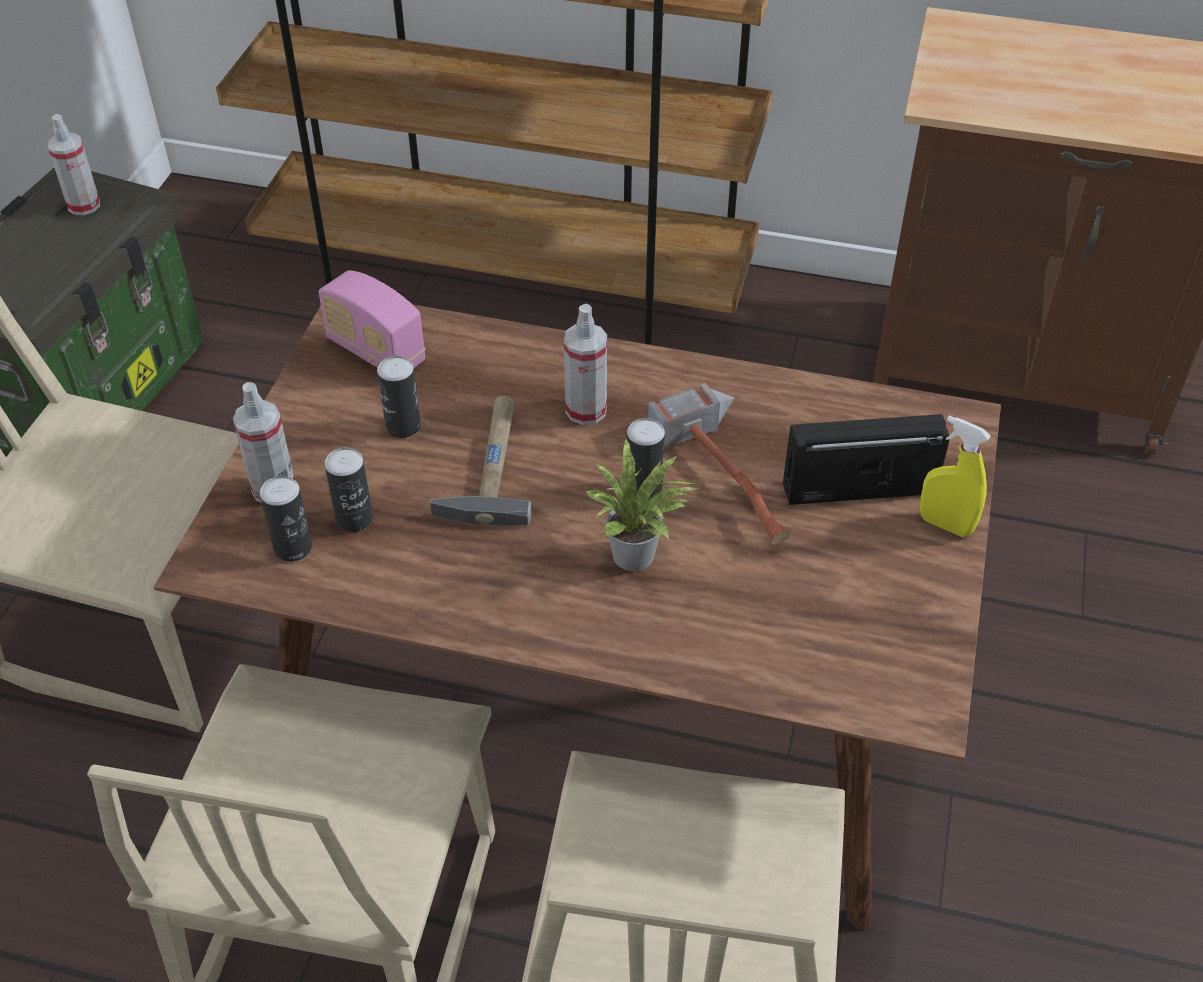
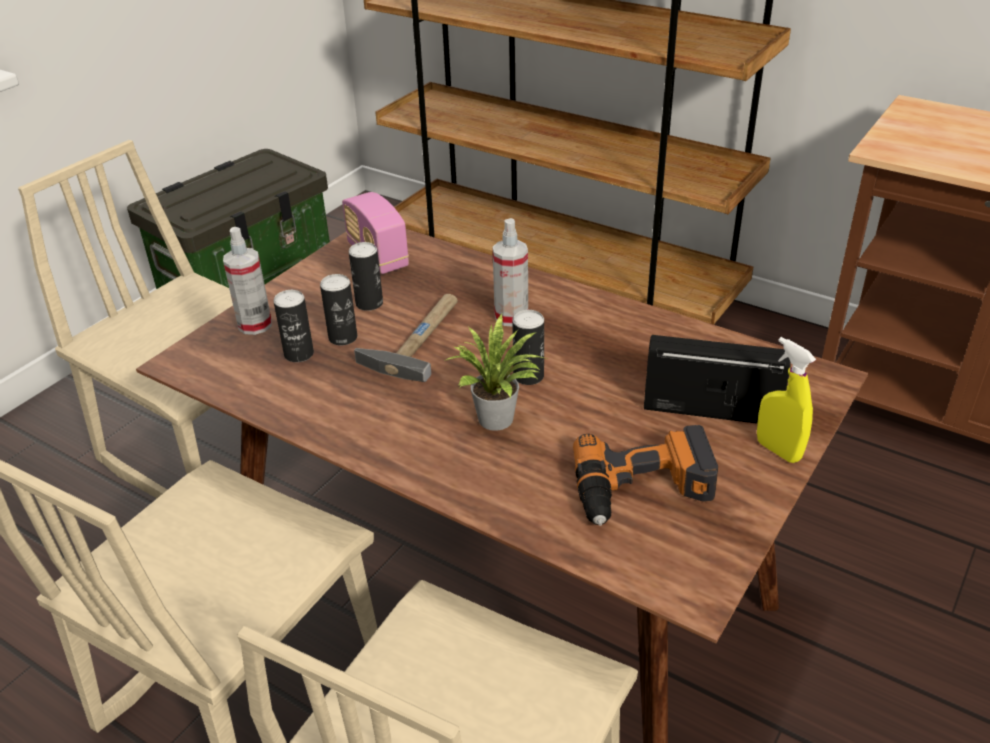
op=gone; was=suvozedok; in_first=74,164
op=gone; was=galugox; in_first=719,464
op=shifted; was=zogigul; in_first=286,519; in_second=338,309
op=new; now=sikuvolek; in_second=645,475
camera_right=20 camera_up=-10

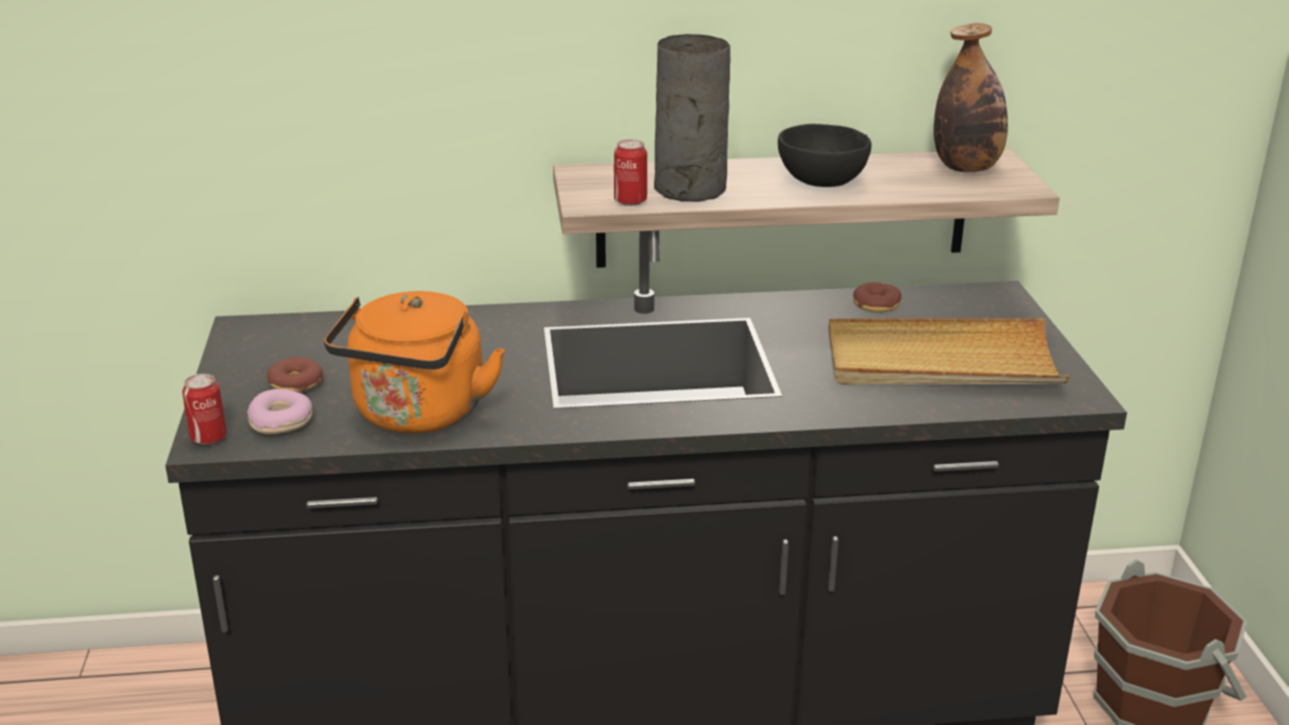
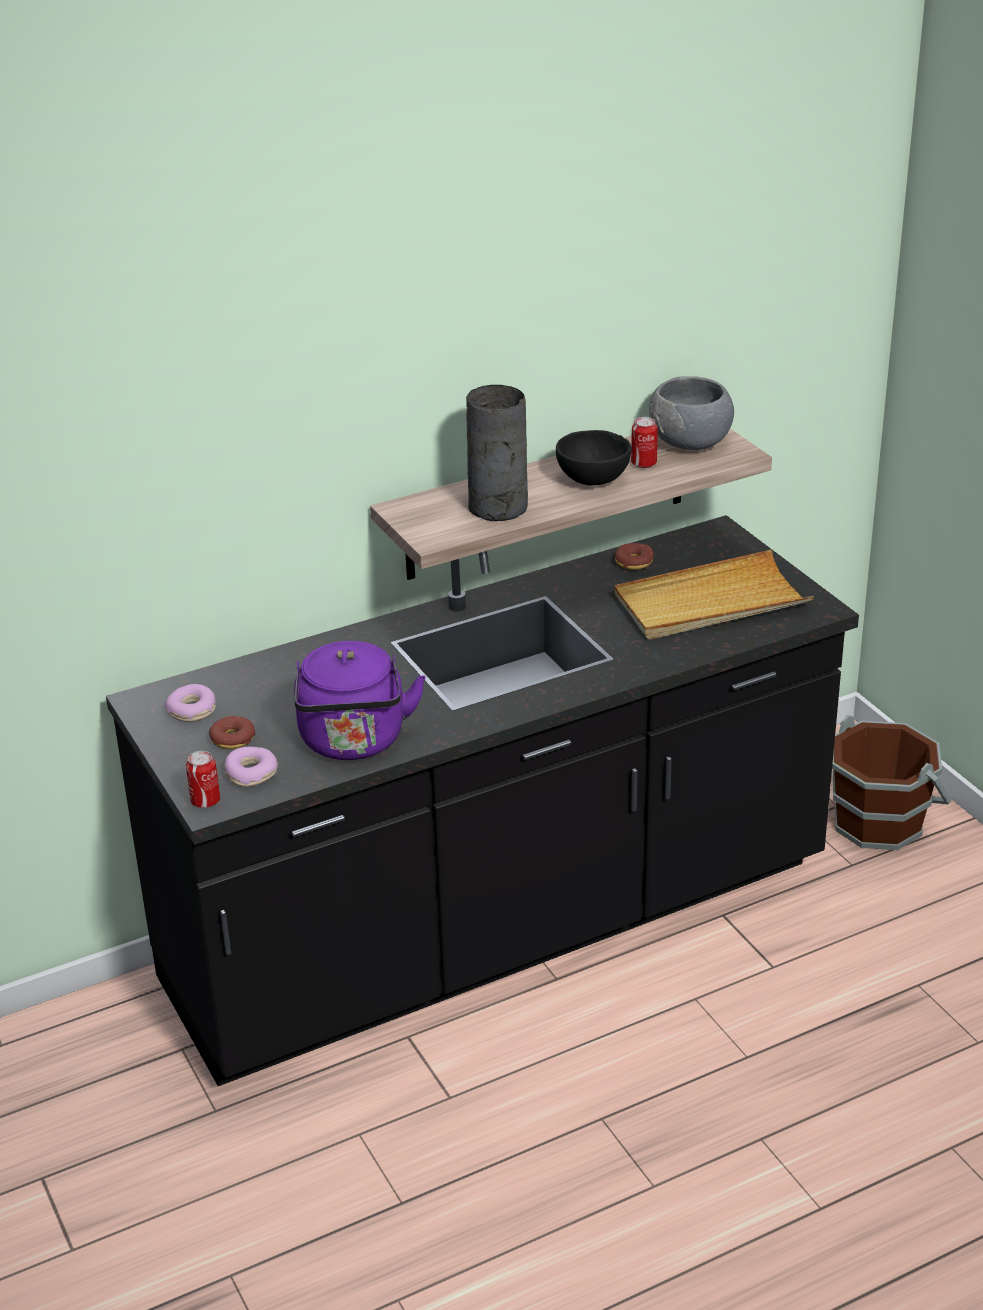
op=swapped; was=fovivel; now=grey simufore; in_first=971,97; in_second=691,413
op=shifted; was=zogigul; in_first=630,172; in_second=644,442
op=repainted; was=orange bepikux; now=purple bepikux; in_first=414,362; in_second=360,700
op=new; now=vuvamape; in_second=190,703
camera_right=-20 camera_up=5

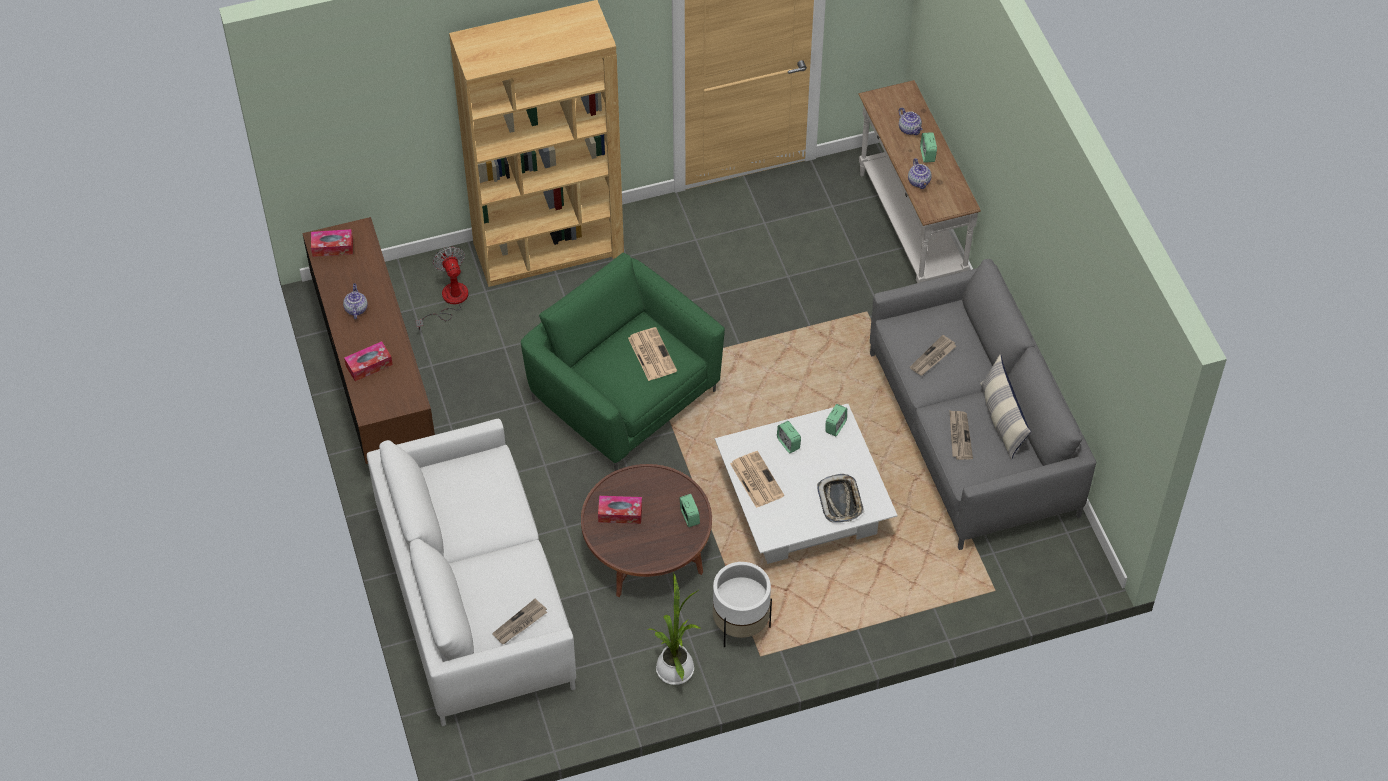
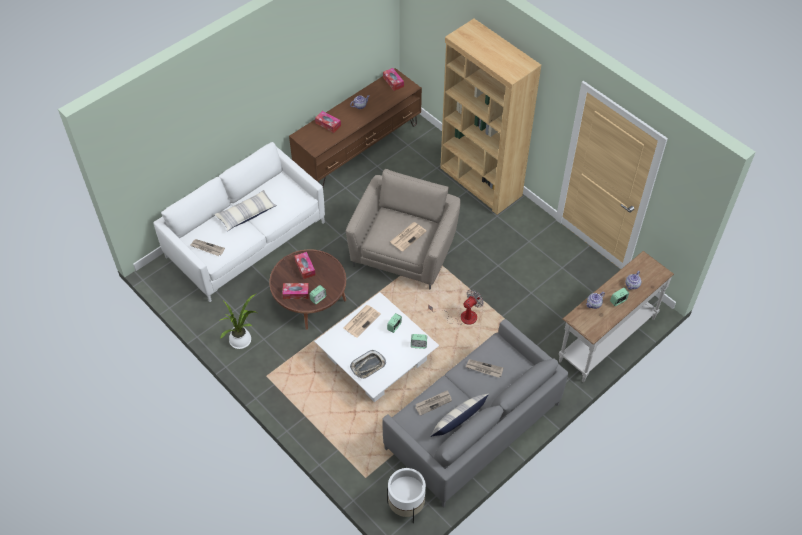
op=shifted; was=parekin; in_first=442,288; in_second=456,307
op=repainted; was=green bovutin; now=beige bovutin; in_first=623,362; in_second=403,229
op=shifted; was=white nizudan; in_first=742,605; in_second=406,495
op=new; now=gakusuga; in_second=245,210
op=new; now=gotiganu; in_second=296,291
camera_right=65 camera_up=0

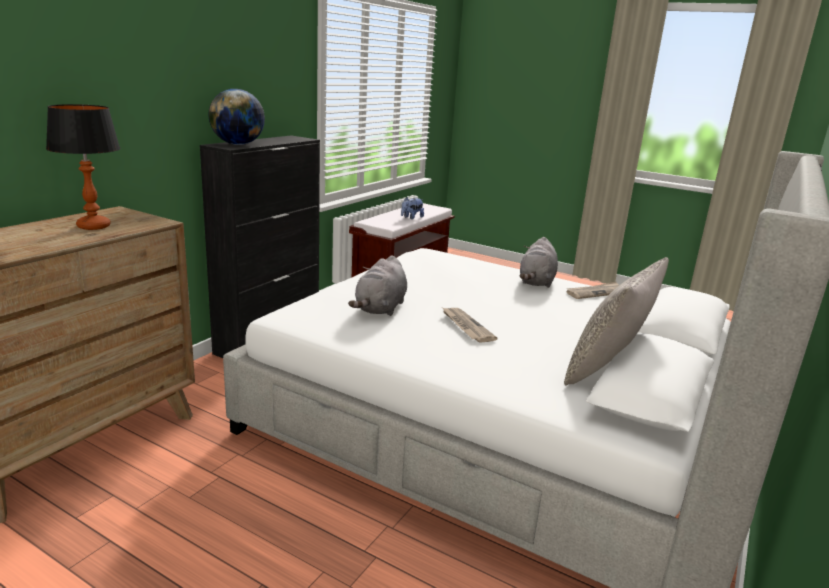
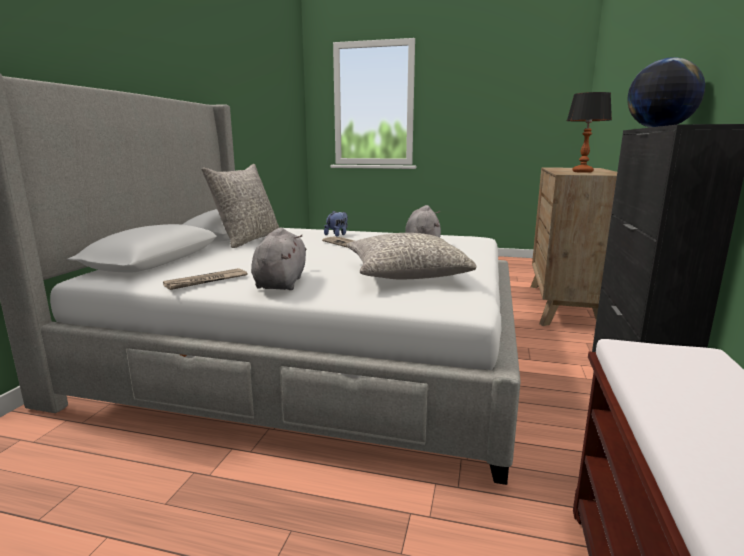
op=shifted; was=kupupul; in_first=412,208; in_second=336,224
op=new; now=grey gakusuga; in_second=411,256
camera_right=165 camera_up=-5

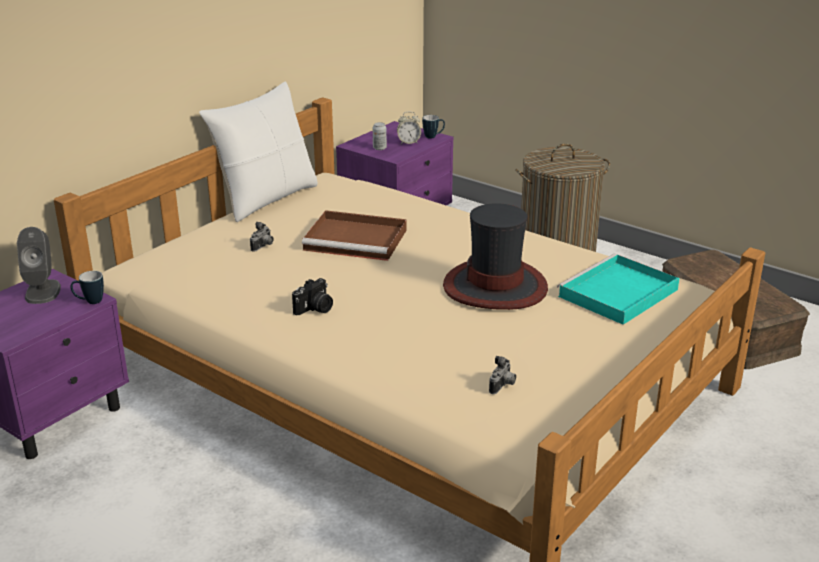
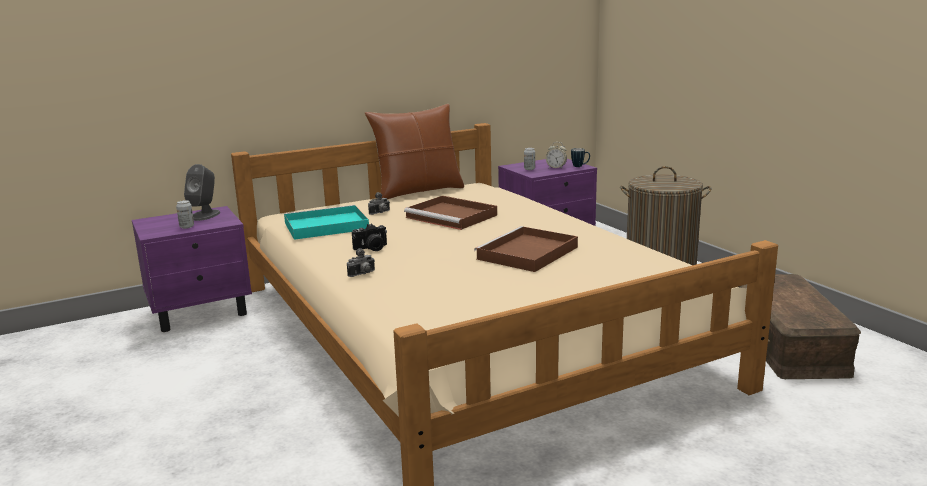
op=repainted; was=white gakusuga; now=brown gakusuga; in_first=258,151; in_second=414,151
op=swapped; was=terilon; now=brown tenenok; in_first=495,256; in_second=526,249
op=shifted; was=turquoise tenenok; in_first=618,289; in_second=326,222
op=gone; was=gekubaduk; in_first=87,287
op=shifted; was=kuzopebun; in_first=502,375; in_second=361,262
op=new; now=zogigul; in_second=185,214
camera_right=25 camera_up=-10

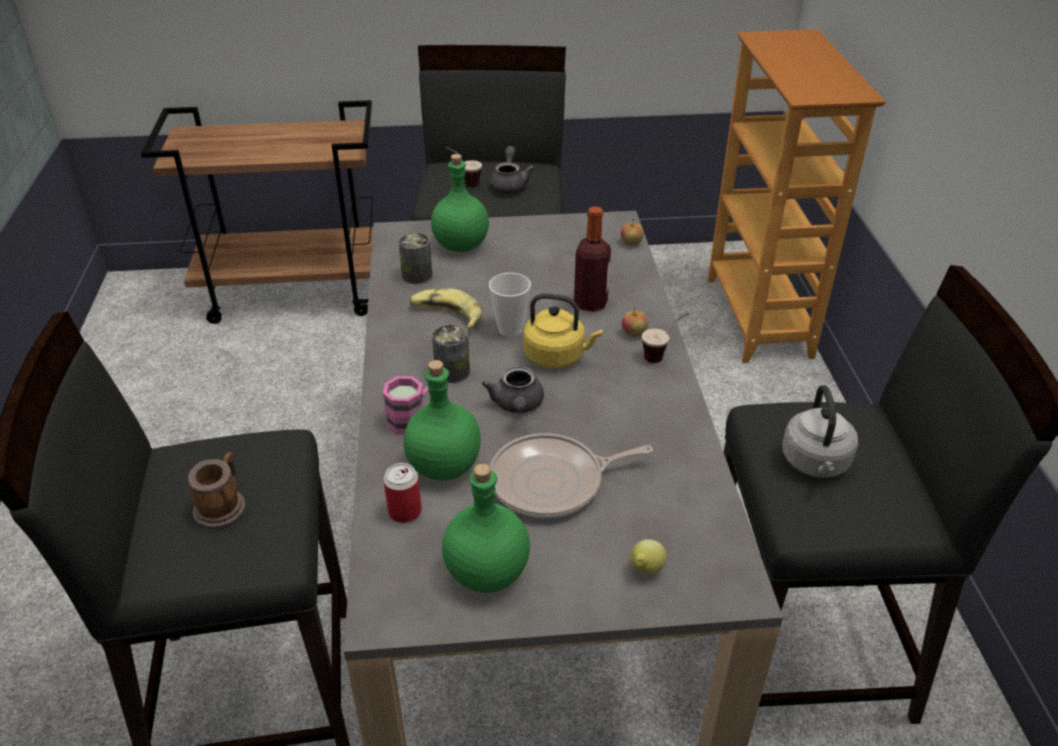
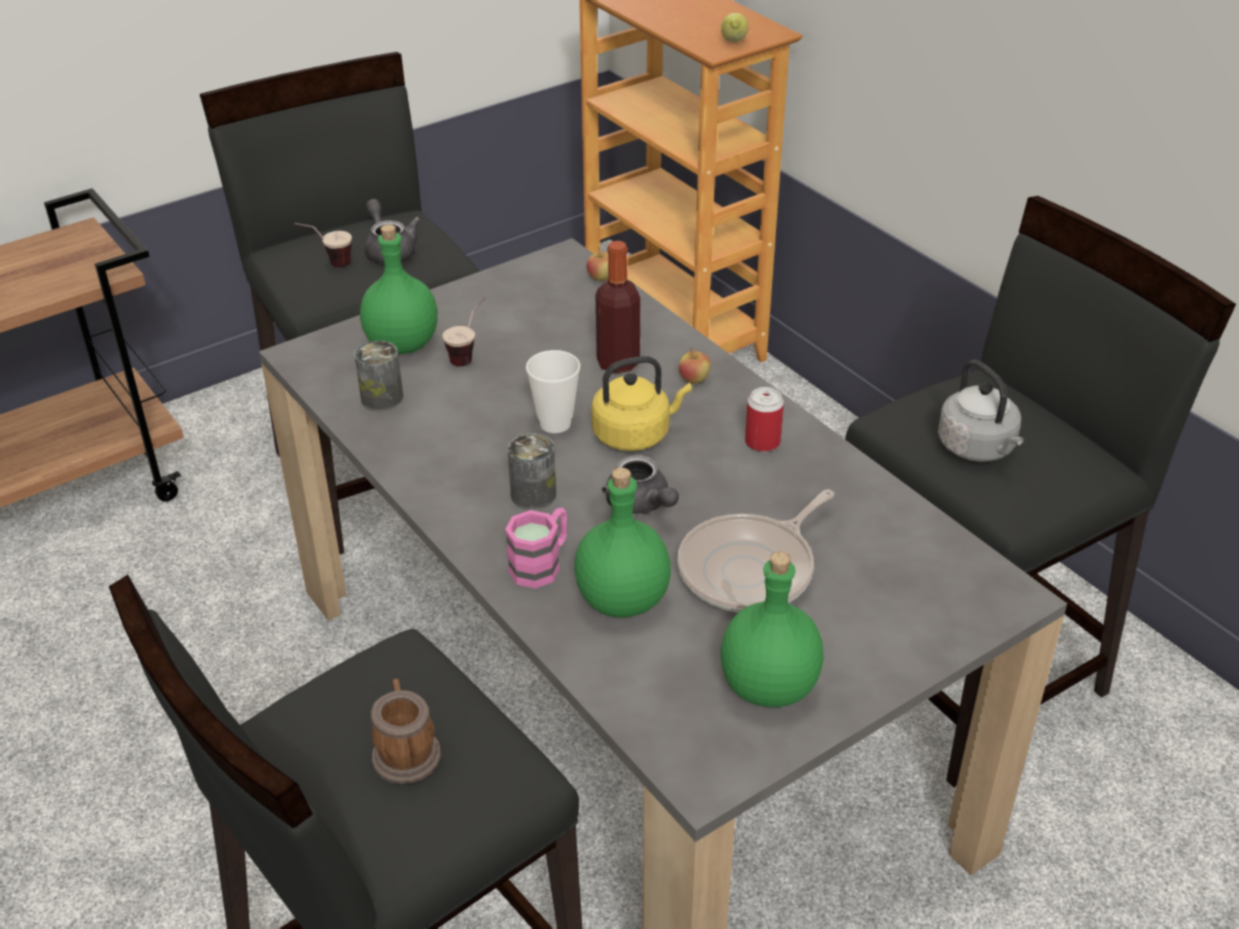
op=gone; was=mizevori; in_first=445,309
op=shifted; was=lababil; in_first=666,338; in_second=464,332
op=shifted; was=zogigul; in_first=402,493; in_second=764,419
op=shifted; was=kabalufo; in_first=648,557; in_second=735,27
camera_right=-30 camera_up=0

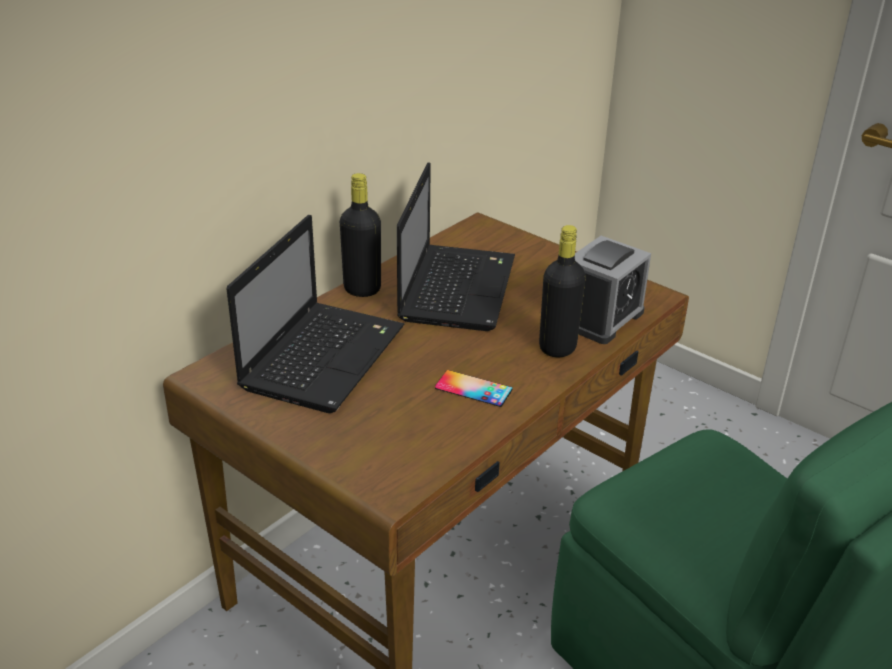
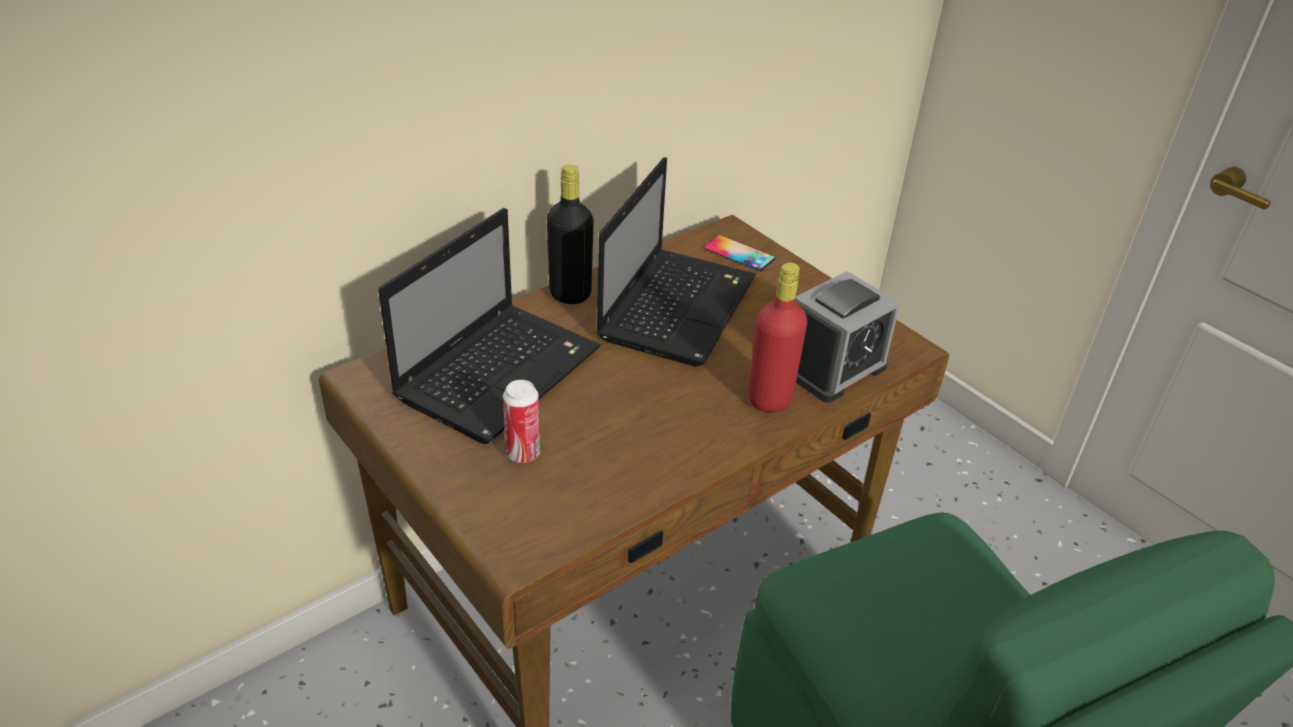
op=repainted; was=black fovivel; now=red fovivel; in_first=562,291; in_second=777,337
op=shifted; was=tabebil; in_first=473,388; in_second=739,253
op=new; now=zogigul; in_second=521,421
camera_right=10 camera_up=5

